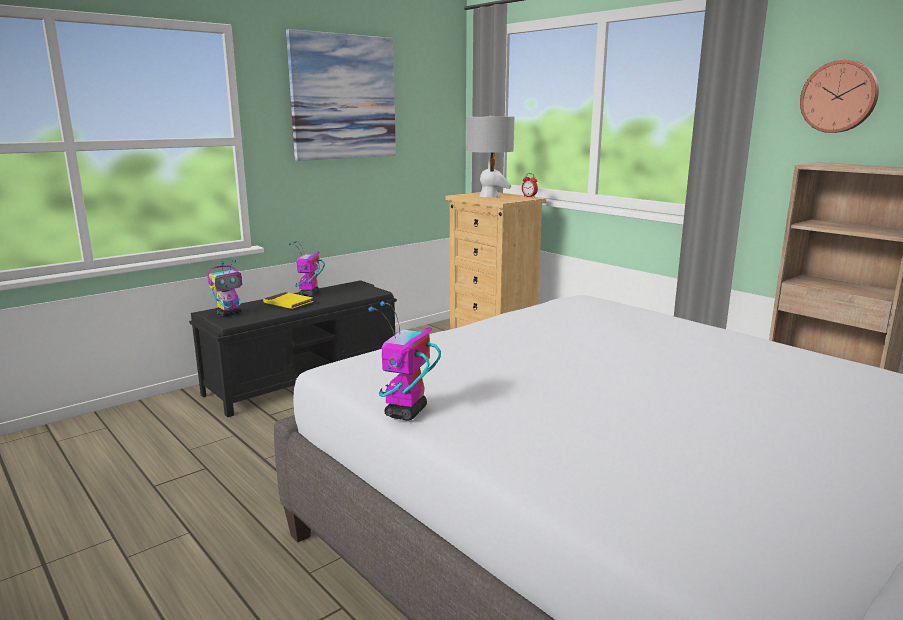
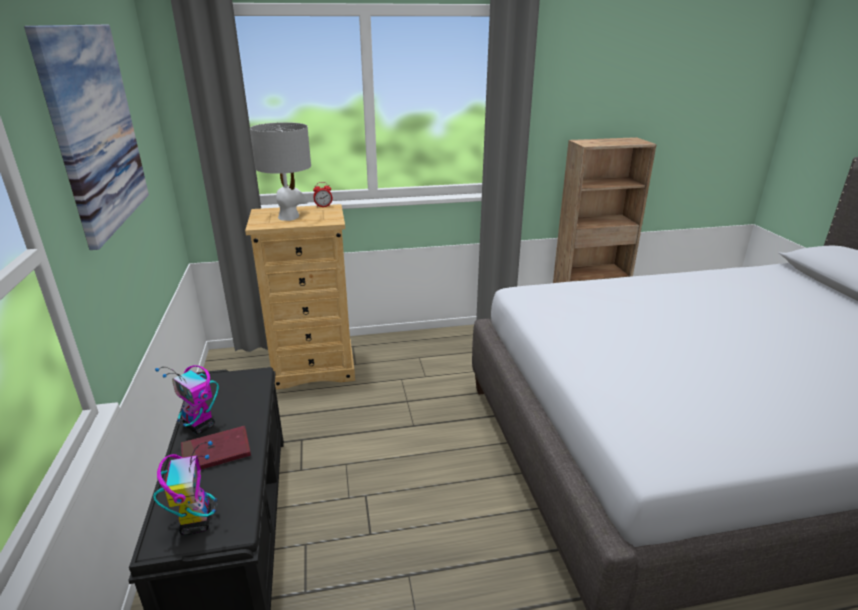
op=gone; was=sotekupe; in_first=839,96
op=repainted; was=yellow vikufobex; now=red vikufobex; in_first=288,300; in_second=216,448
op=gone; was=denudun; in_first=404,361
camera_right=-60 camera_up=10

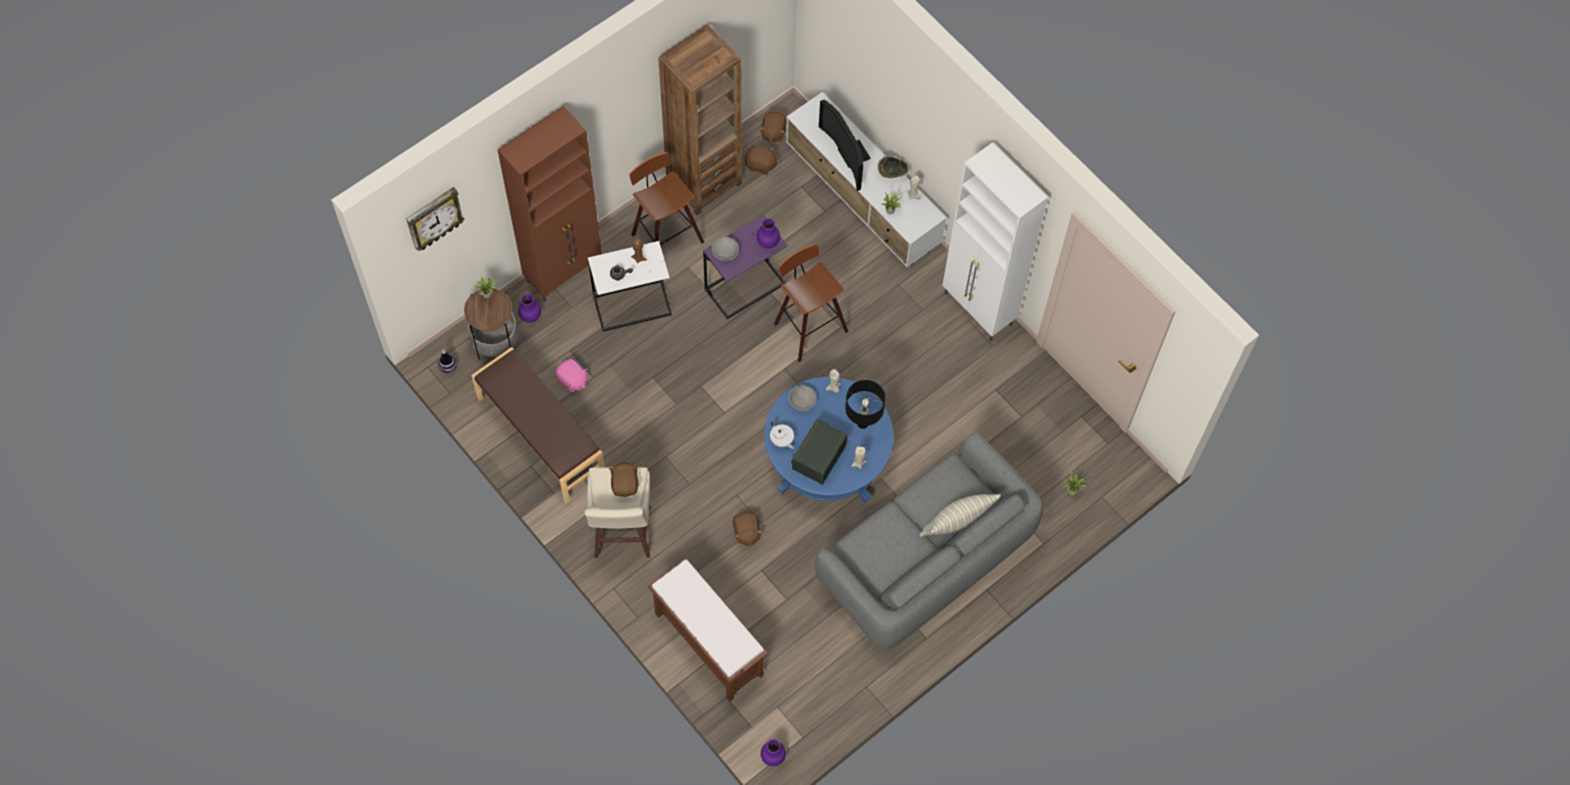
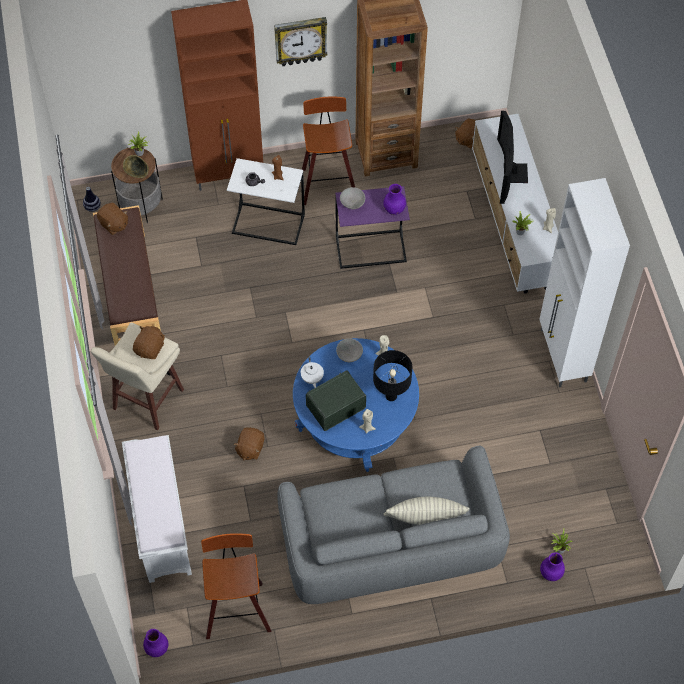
op=shifted; was=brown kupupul; in_first=761,160; in_second=112,219
op=shifted; was=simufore; in_first=893,167; in_second=136,166
op=shifted; was=sotekupe; in_first=435,219; in_second=301,41
op=shifted; was=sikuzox; in_first=811,303; in_second=236,586
op=shifted; was=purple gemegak; in_first=529,308; in_second=552,566
op=gone; was=pink kupupul; in_first=571,376
op=repainted; was=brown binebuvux; now=white binebuvux; in_first=708,630; in_second=157,509
camera_right=30 camera_up=-5

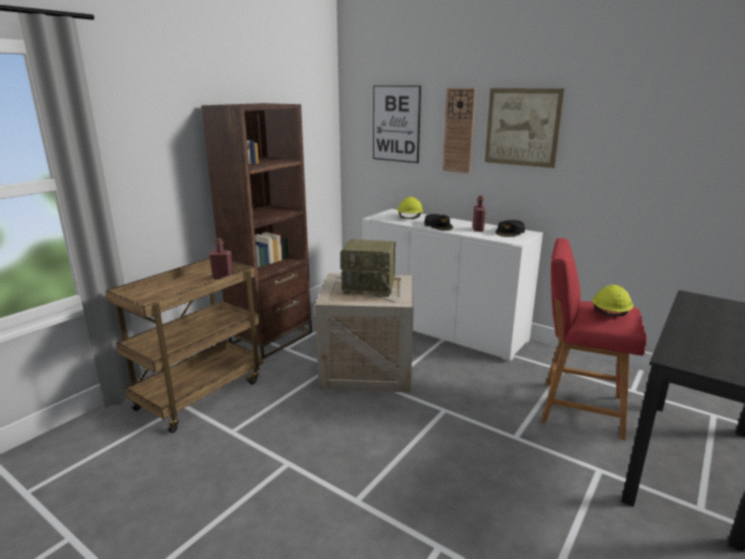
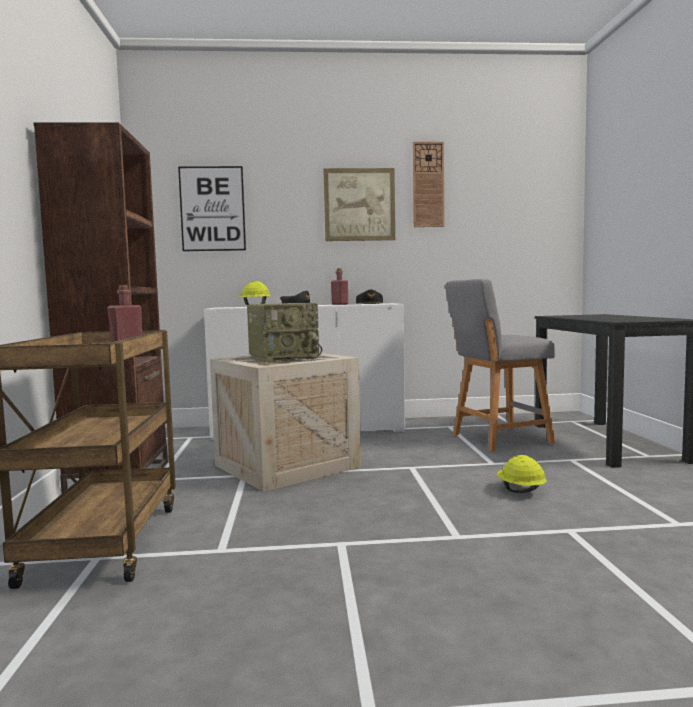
op=shifted; was=sotekupe; in_first=459,130; in_second=428,184
op=repainted; was=red sikuzox; now=grey sikuzox; in_first=594,339; in_second=500,365
op=shifted; was=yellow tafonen; in_first=612,300; in_second=522,474
camera_right=-40 camera_up=-15

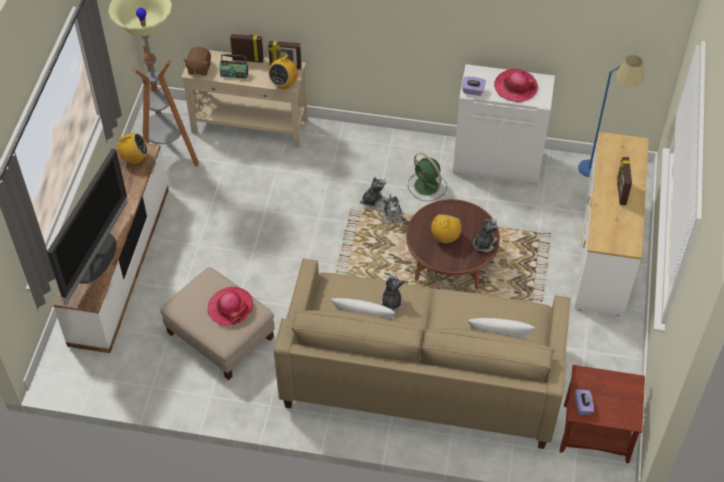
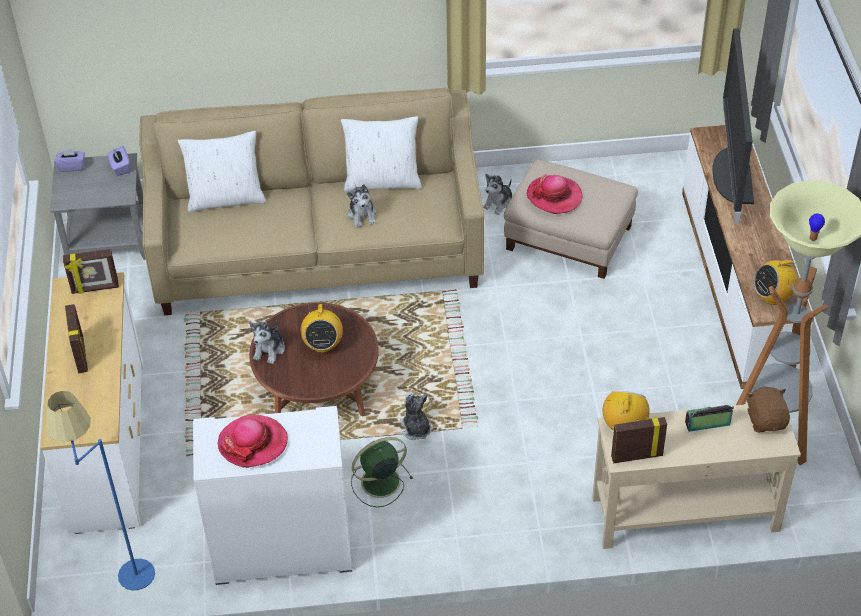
op=shifted; was=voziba; in_first=247,48; in_second=91,271
op=shifted; was=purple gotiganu; in_first=474,86; in_second=69,160
op=rotated; was=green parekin; in_first=427,177; in_second=382,472; clockwise=-60
op=shifted; was=kupupul; in_first=373,192; in_second=497,194
op=repainted; was=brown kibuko; now=grey kibuko; in_first=602,414; in_second=98,206
camera_right=165 camera_up=-5

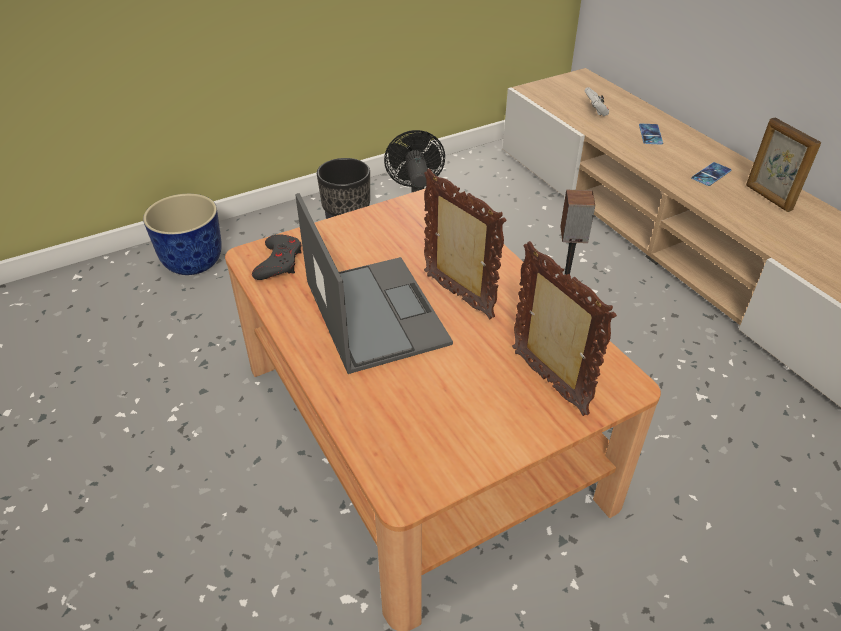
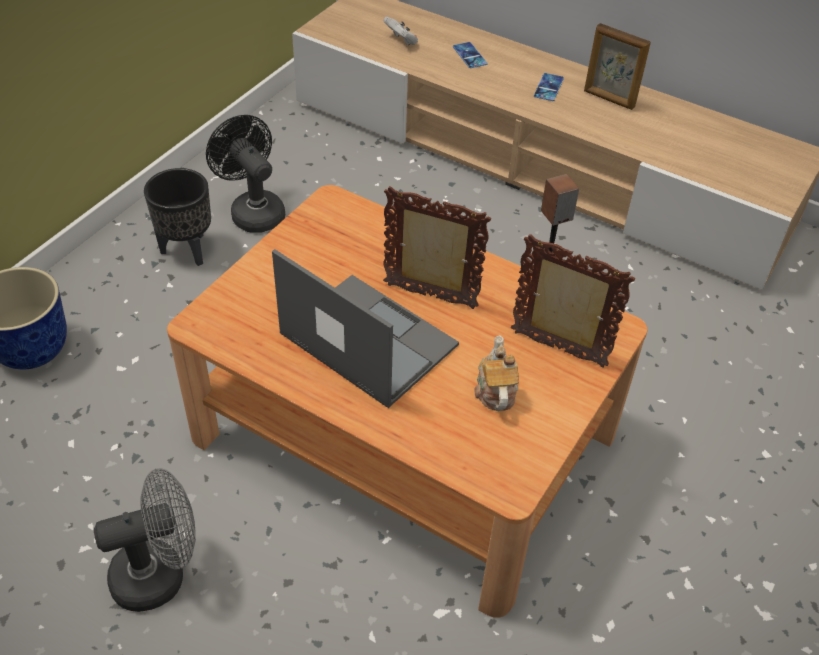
op=gone; was=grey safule; in_first=277,257
op=new; now=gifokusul; in_second=497,373
op=new; now=grey parekin; in_second=145,540
camera_right=-30 camera_up=5

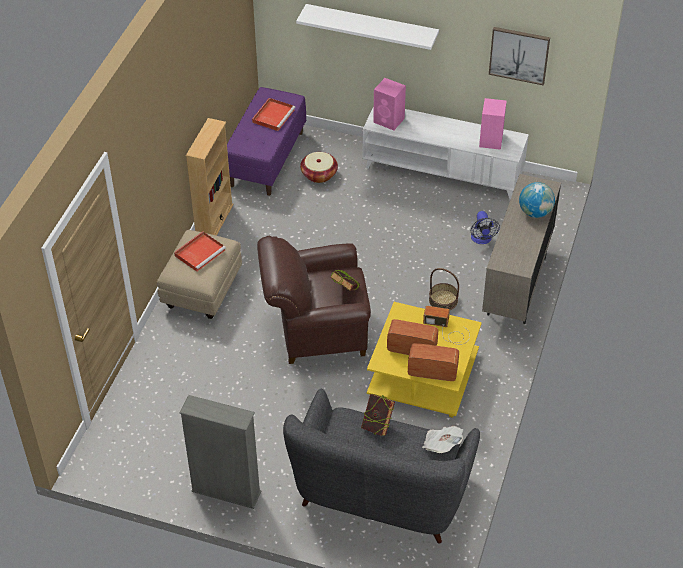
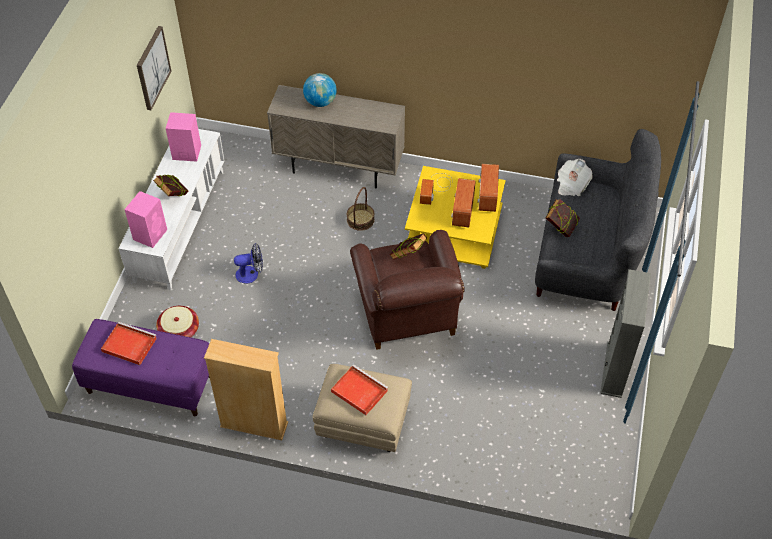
op=gone; was=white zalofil; in_first=367,27
op=shifted; was=parekin; in_first=485,227; in_second=248,263
op=new; now=vikufobex; in_second=170,185
camera_right=-95 camera_up=5

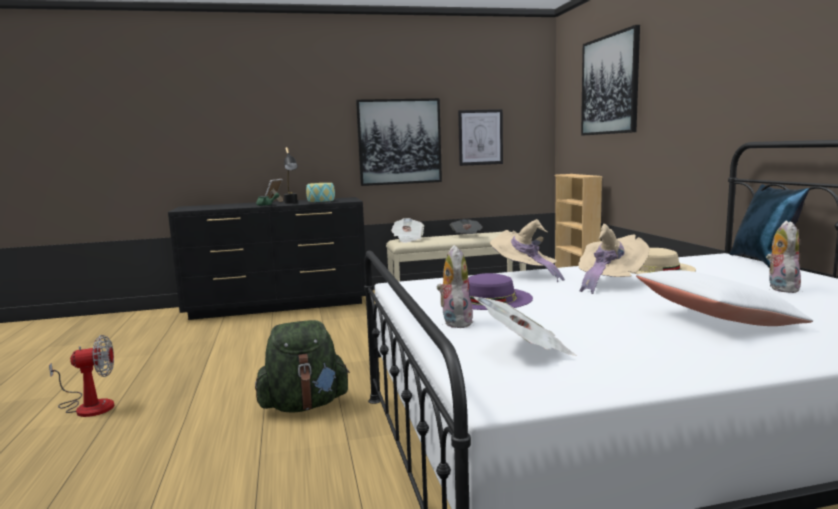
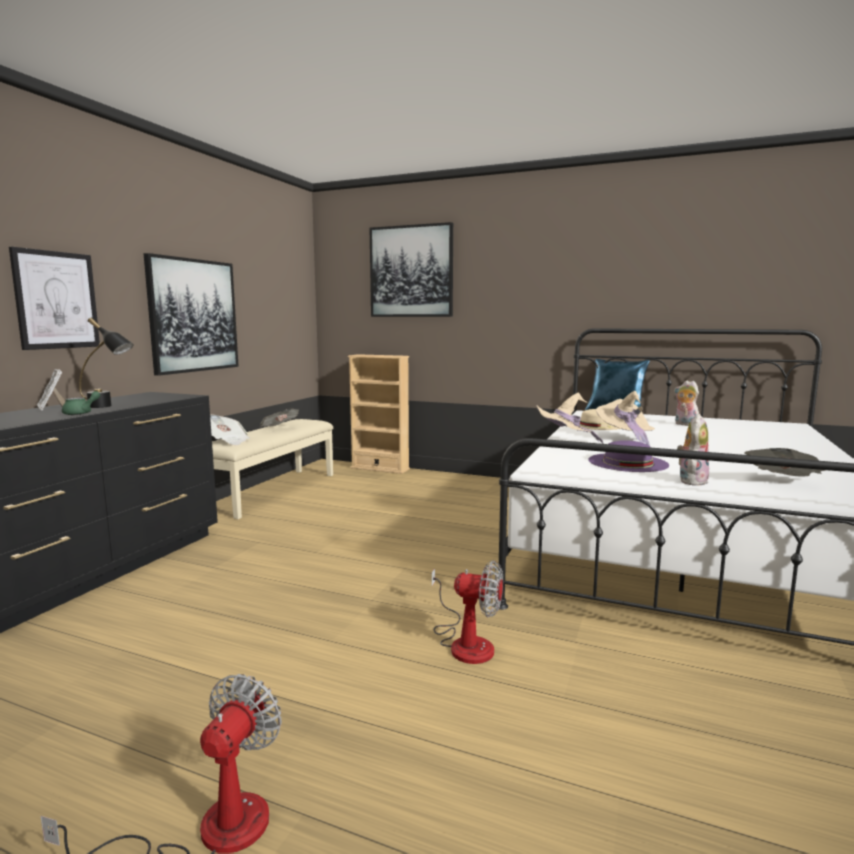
op=shifted; was=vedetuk; in_first=480,137; in_second=54,298
op=gone; was=simufore; in_first=320,192
op=rotated; was=kupupul; in_first=455,286; in_second=693,450; clockwise=90
op=gone; was=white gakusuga; in_first=724,298
op=swapped; was=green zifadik; now=parekin; in_first=302,366; in_second=467,612
camera_right=-55 camera_up=0

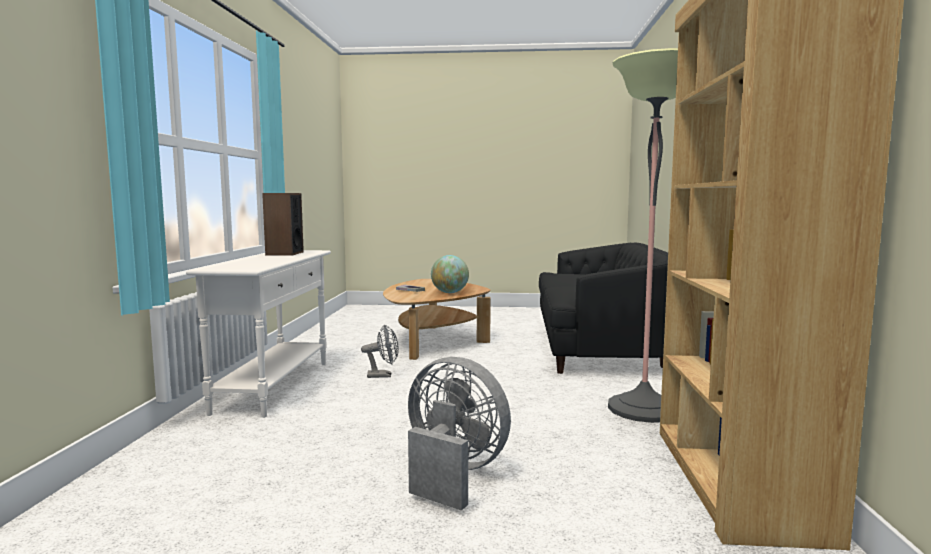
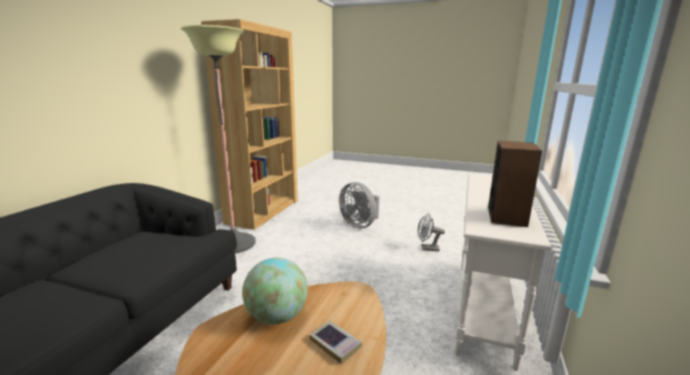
op=shifted; was=grey parekin; in_first=380,351; in_second=431,232
camera_right=-165 camera_up=10

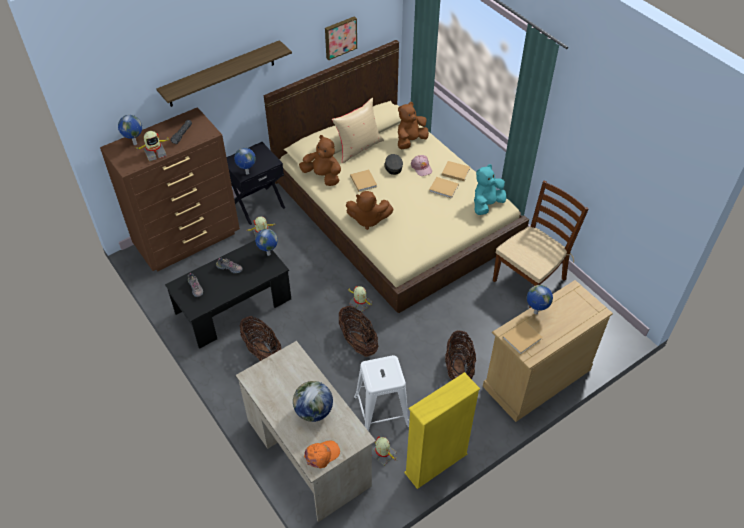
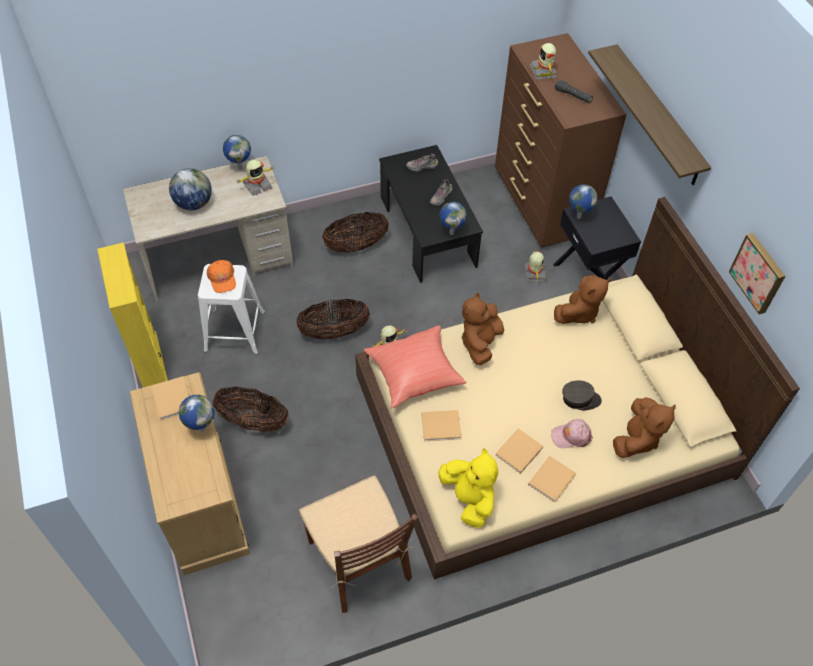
op=gone; was=beige gakusuga; in_first=358,130
op=rotated; was=brown kupupul; in_first=413,125; in_second=644,427; clockwise=60
op=shifted; was=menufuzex; in_first=130,130; in_second=237,152
op=repainted; was=turquoise kupupul; now=yellow kupupul; in_first=490,189; in_second=468,488
op=shifted; was=beige vikufobex; in_first=363,180; in_second=441,425
op=shifted; was=denudun; in_first=384,451; in_second=256,178
op=shifted; was=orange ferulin; in_first=322,454; in_second=221,276
op=new; now=red gakusuga; in_second=415,366
camera_right=105 camera_up=5

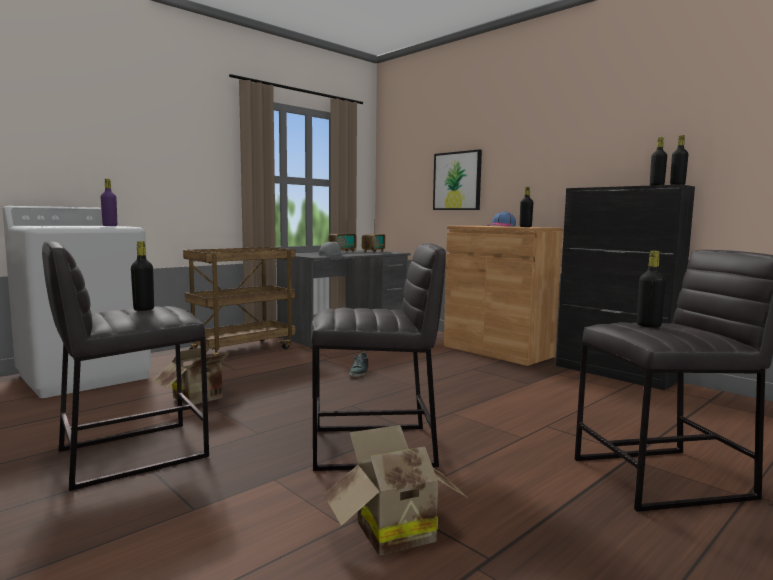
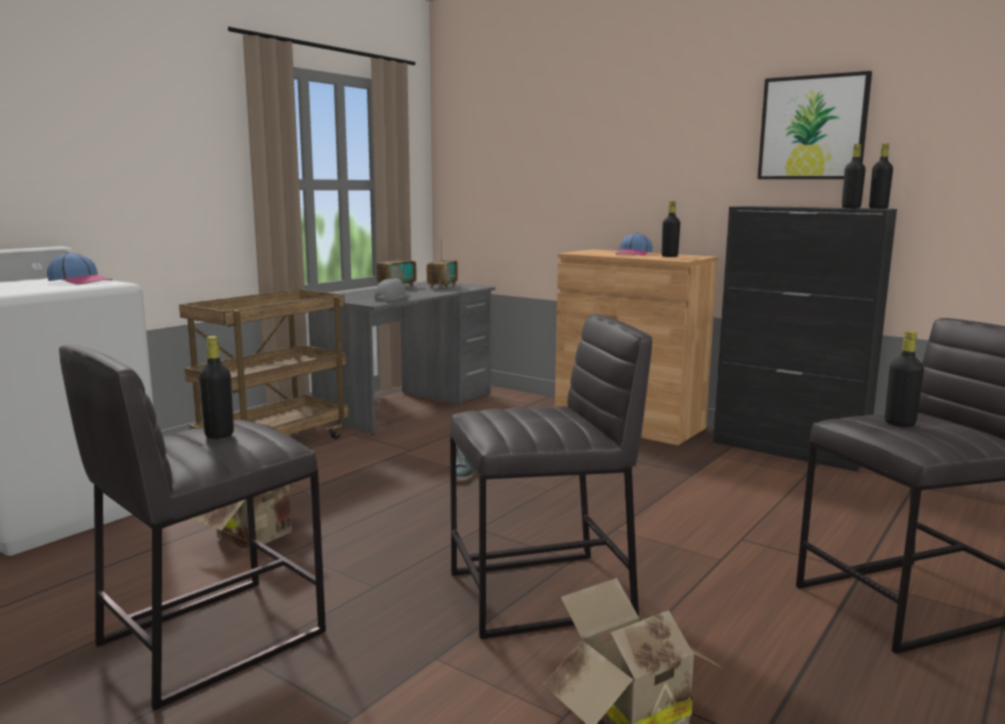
op=shifted; was=vedetuk; in_first=457,179; in_second=814,125
op=swapped; was=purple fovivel; now=ferulin; in_first=109,202; in_second=80,268
camera_right=-10 camera_up=5

